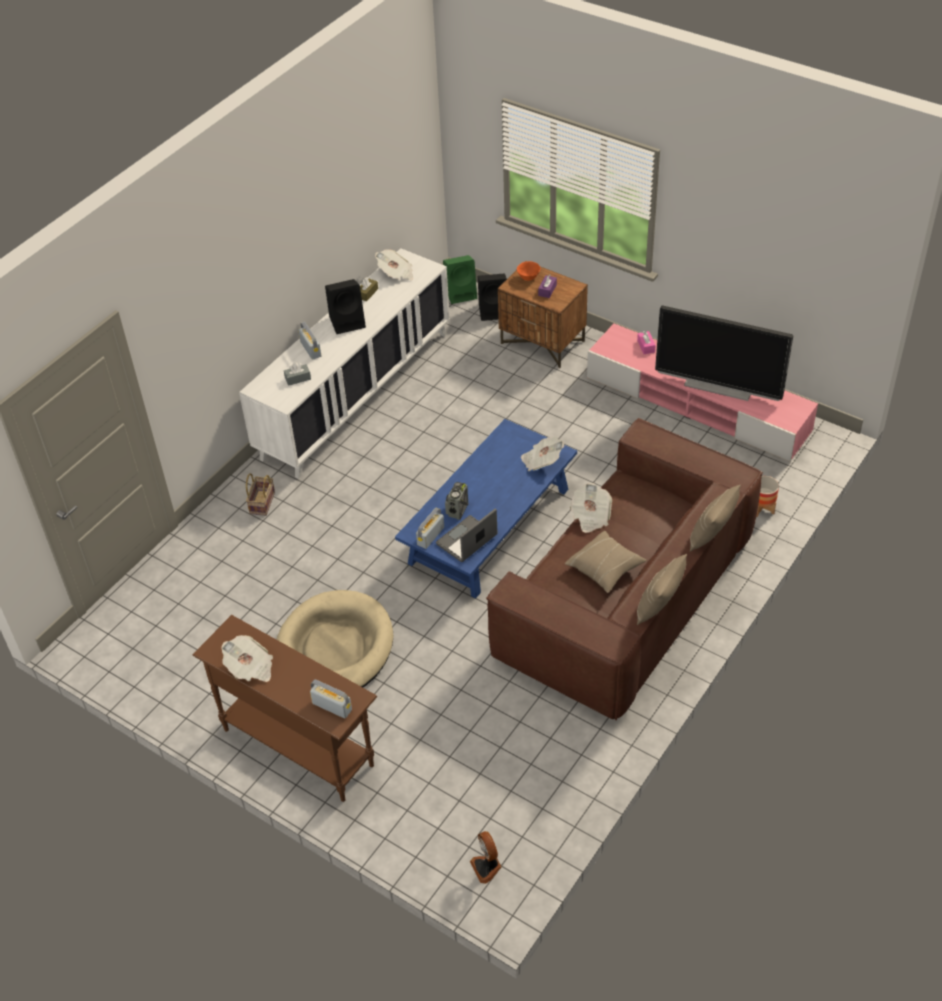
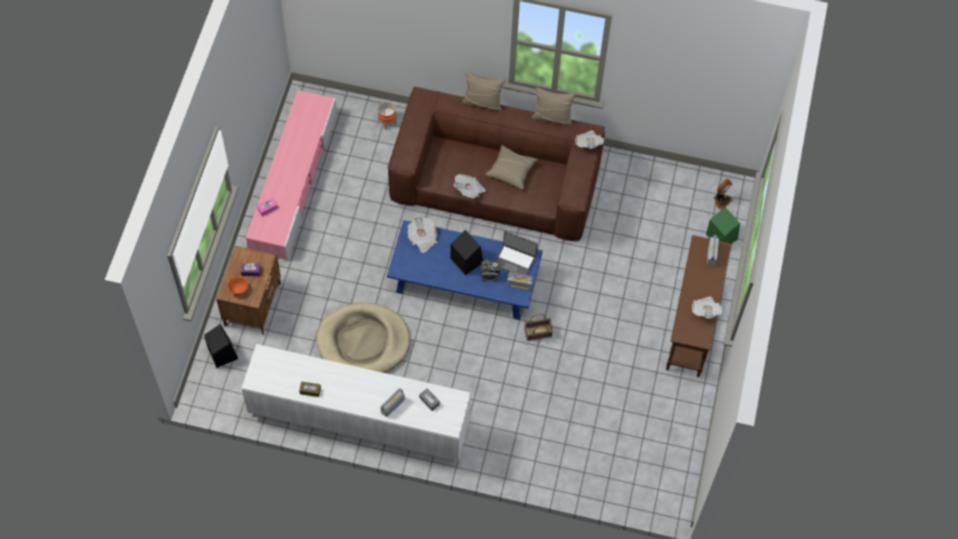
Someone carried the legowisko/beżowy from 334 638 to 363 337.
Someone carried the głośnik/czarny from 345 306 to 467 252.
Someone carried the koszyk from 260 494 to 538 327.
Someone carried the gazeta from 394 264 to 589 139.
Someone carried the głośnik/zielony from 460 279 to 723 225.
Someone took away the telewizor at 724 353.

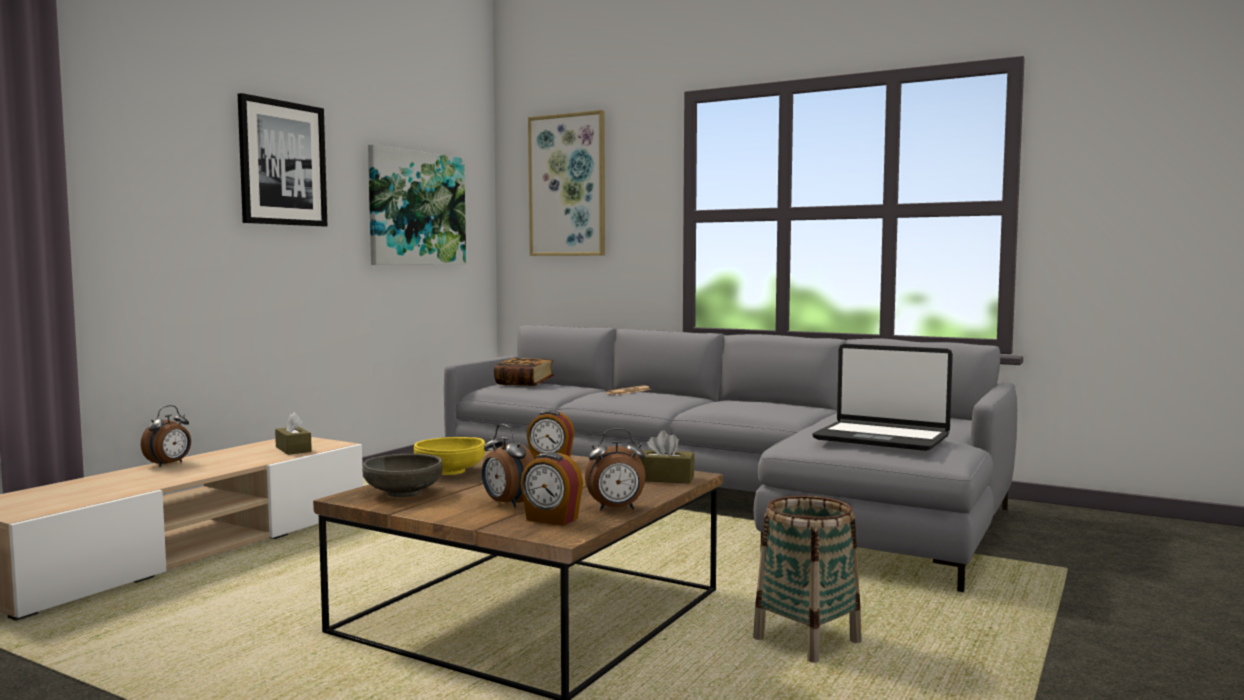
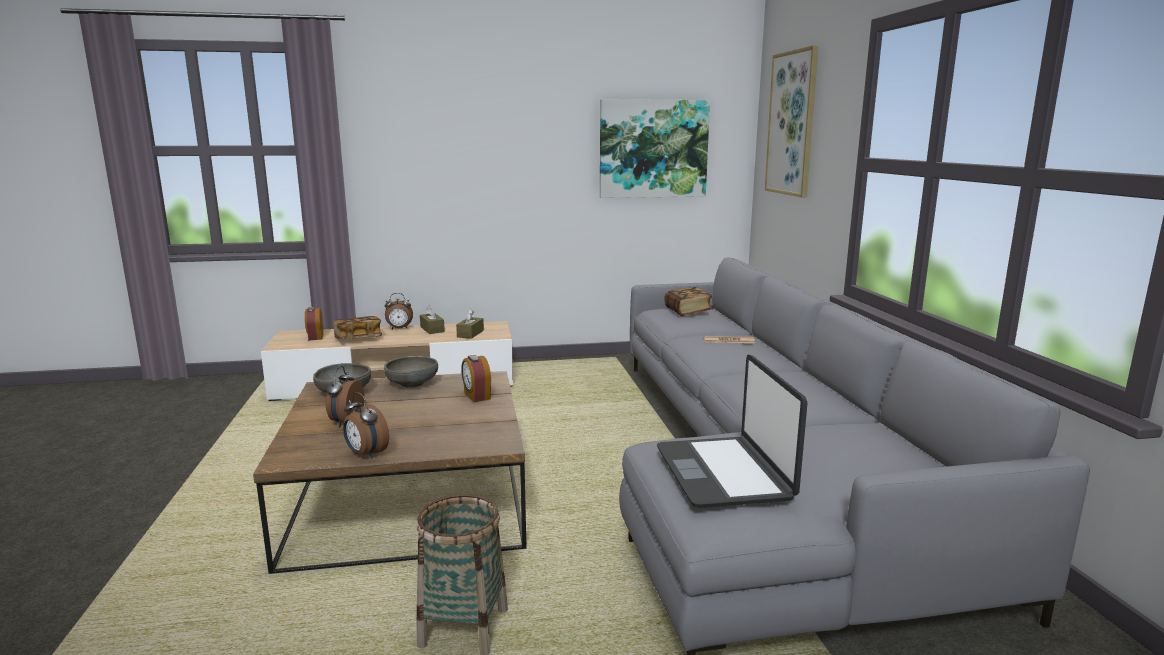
Someone carried the budzik from 552 489 to 314 323.
Someone put down the książka at 357 327.
Someone repainted the miska/żółty at 449 456, which became the miska/szary at 411 371.
Someone carried the pudełko chusteczek/brązowy from 666 457 to 432 319.
Someone took away the obraz at 282 159.

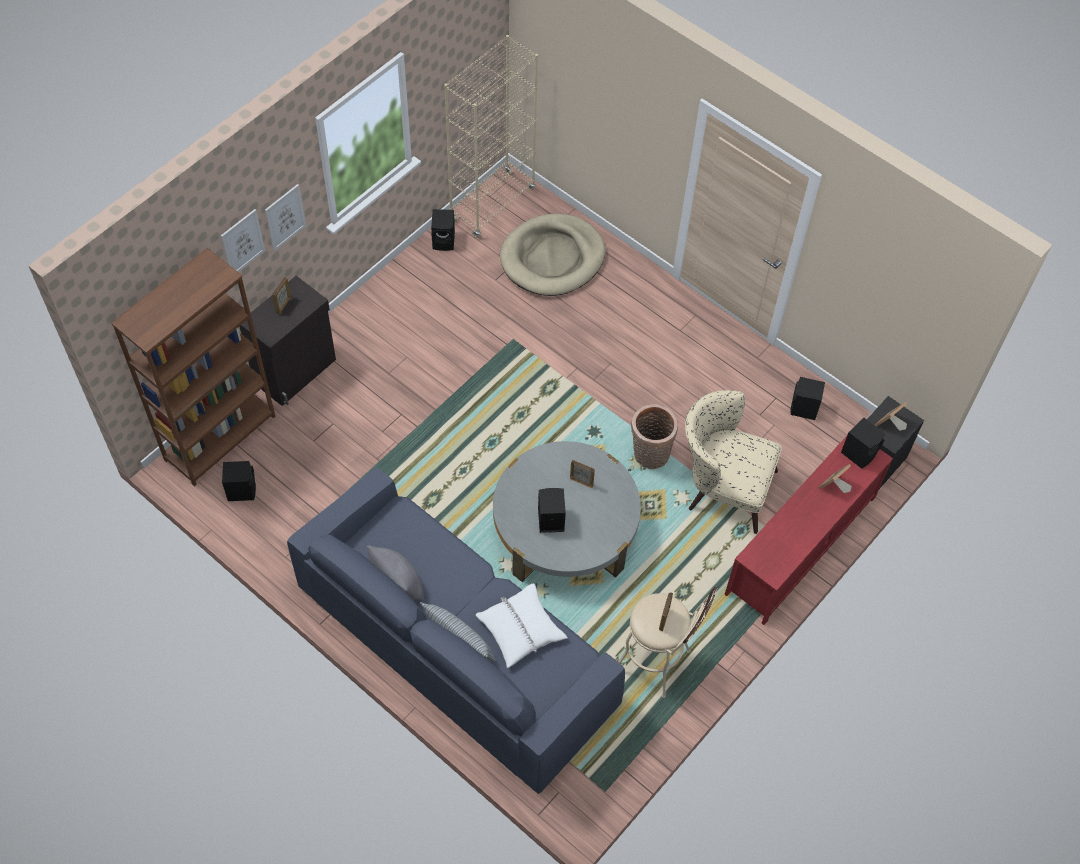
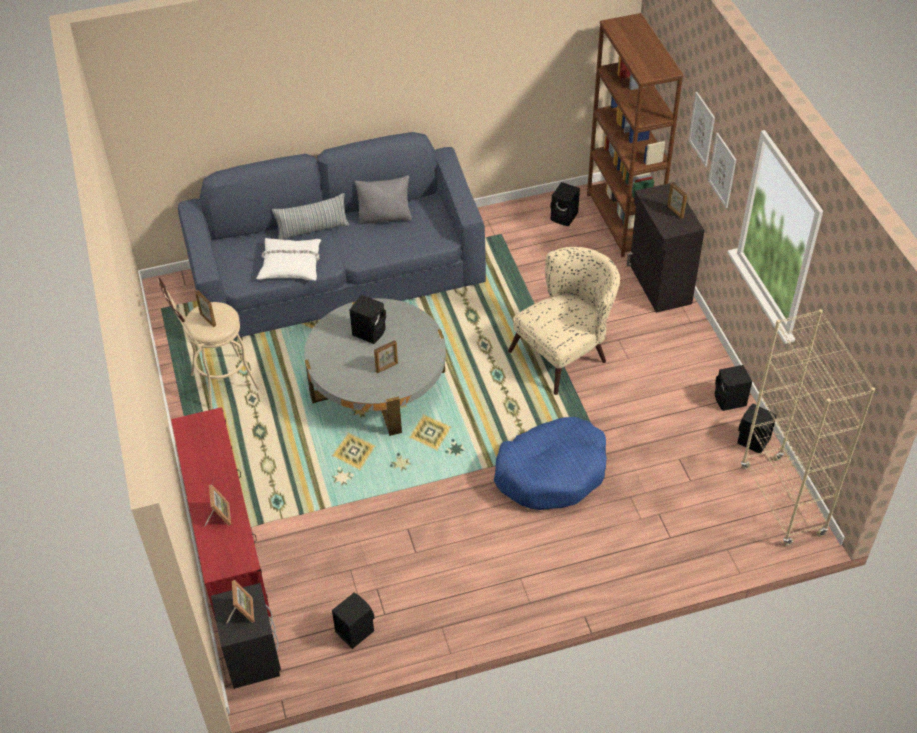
Someone put down the legowisko/niebieski at 550 463.
Someone carried the fotel/beżowy from 733 462 to 564 321.
Someone carried the głośnik/czarny from 863 443 to 733 388.
Someone took away the legowisko/beżowy at 552 255.
Someone took away the koszyk at 654 436.

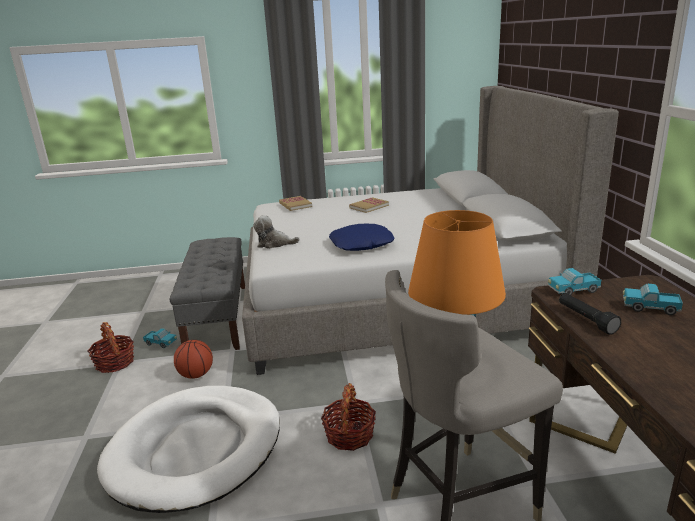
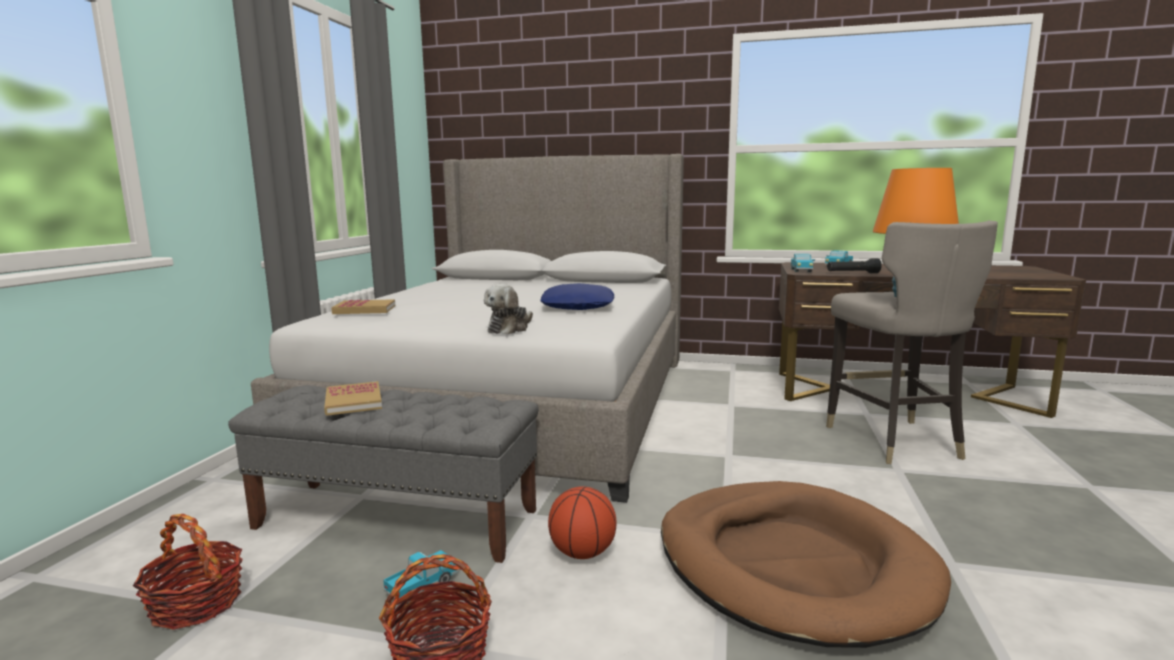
Someone carried the koszyk from 348 417 to 187 572.
Someone carried the książka from 369 205 to 353 398.
Someone repainted the legowisko/biały at 188 449, which became the legowisko/brązowy at 806 564.

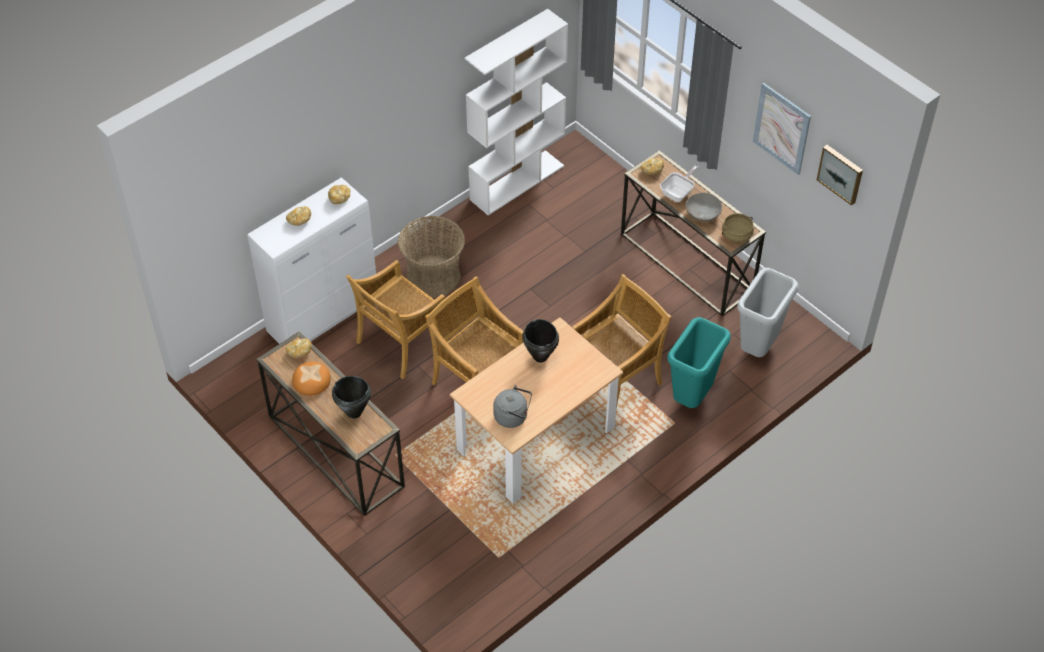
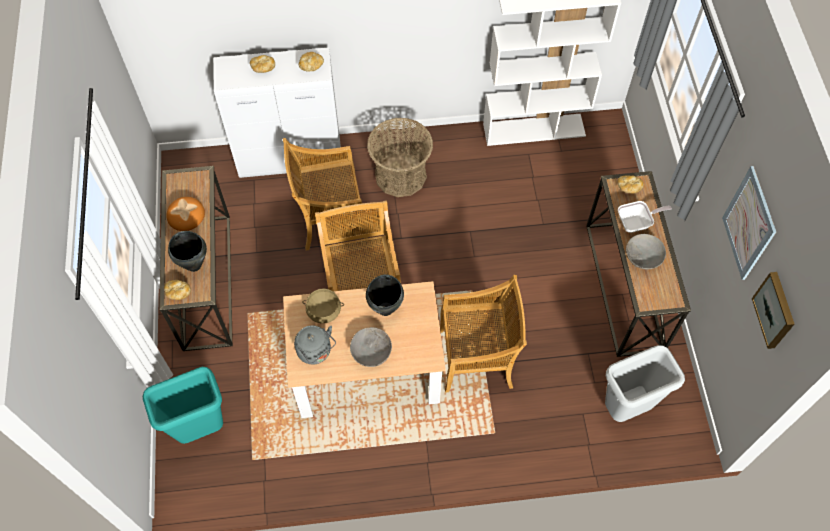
Someone carried the kosz na śmieci/turkusowy from 699 362 to 183 405.
Someone carried the chleb from 299 348 to 177 290.
Someone carried the garnek/beżowy from 738 228 to 323 306.
Someone put down the miska/szary at 371 347.

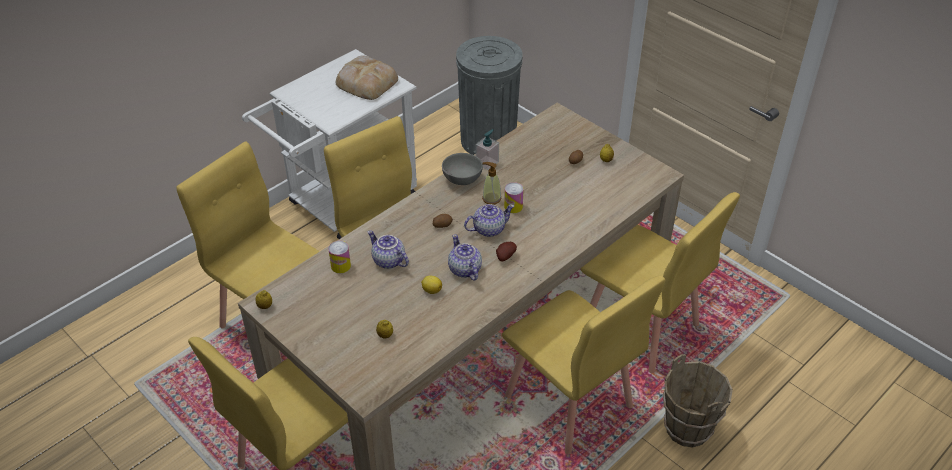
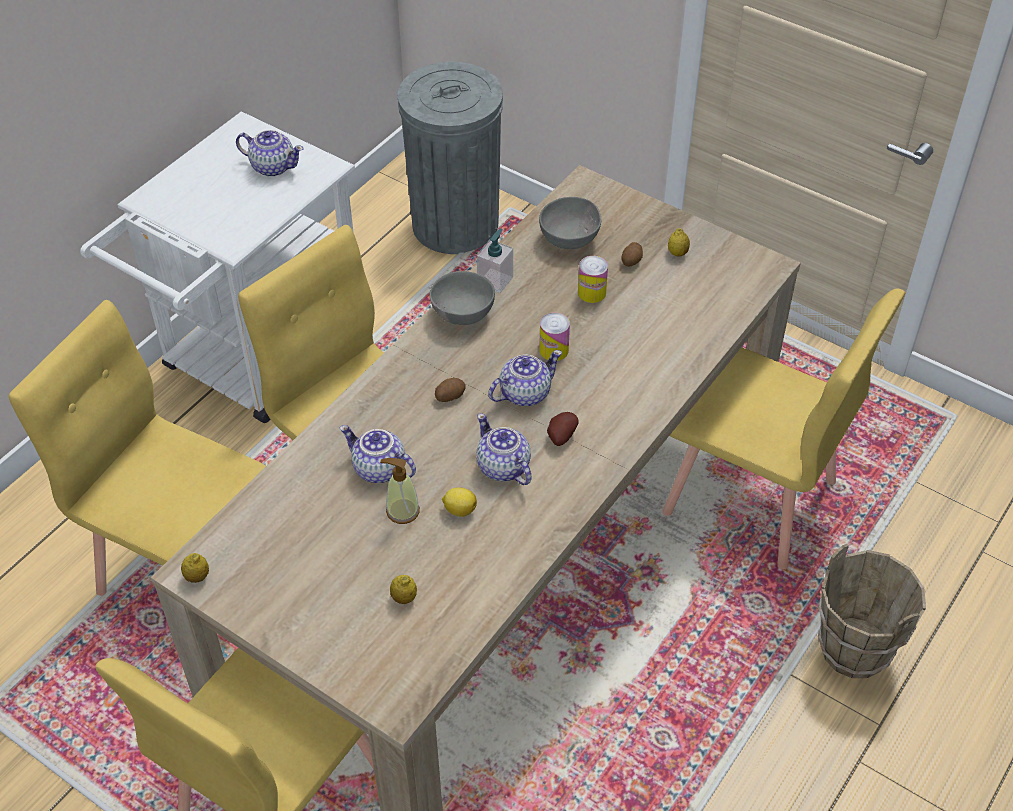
Someone swapped the chleb at 367 77 for the imbryk at 270 153.
Someone carried the dozownik mydła from 491 183 to 400 491.
Someone put down the miska/szary at 570 223.
Someone carried the puszka from 339 257 to 593 279.
Someone took away the krzesło/żółty at 583 365.

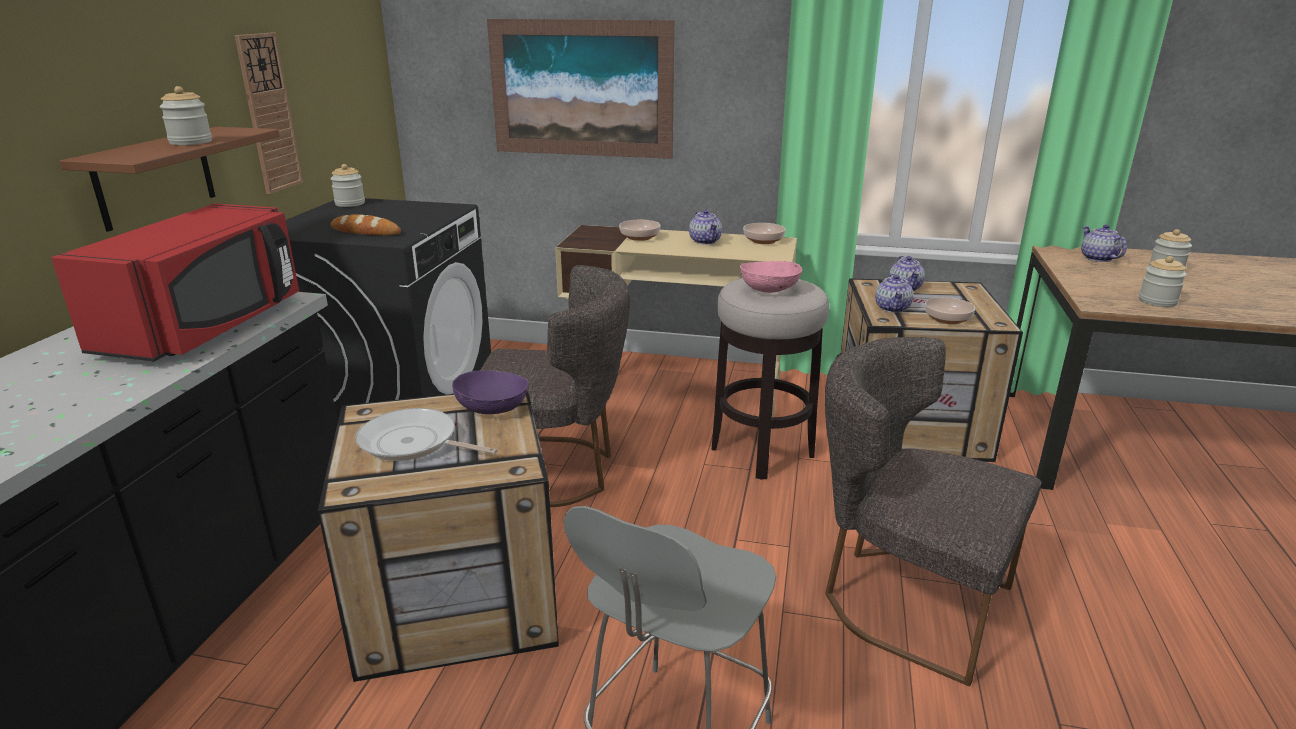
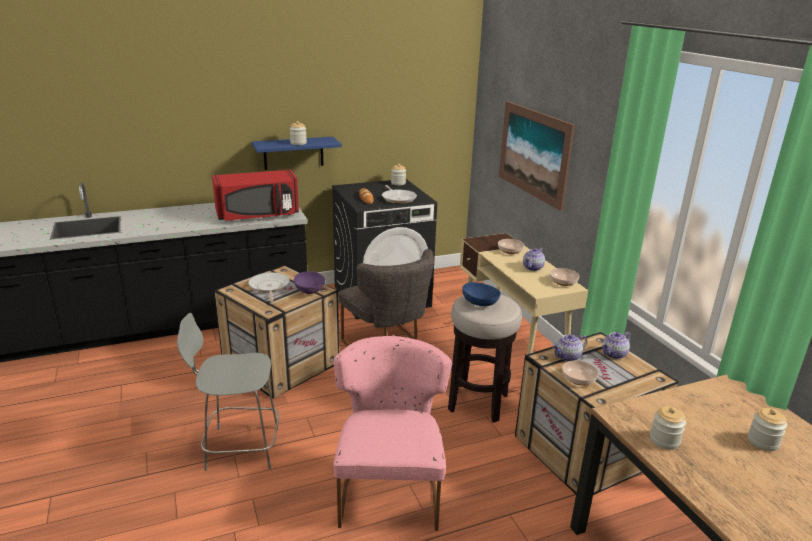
Someone repainted the półka/brązowy at 169 179, which became the półka/niebieski at 297 153.
Someone repainted the krzesło/szary at 933 511, which became the krzesło/różowy at 392 433.
Someone put down the patelnia at 399 194.
Someone repainted the miska/różowy at 771 277, which became the miska/niebieski at 481 294.
Someone took away the zegar ścienny at 269 113.
Someone took away the imbryk at 1104 243.

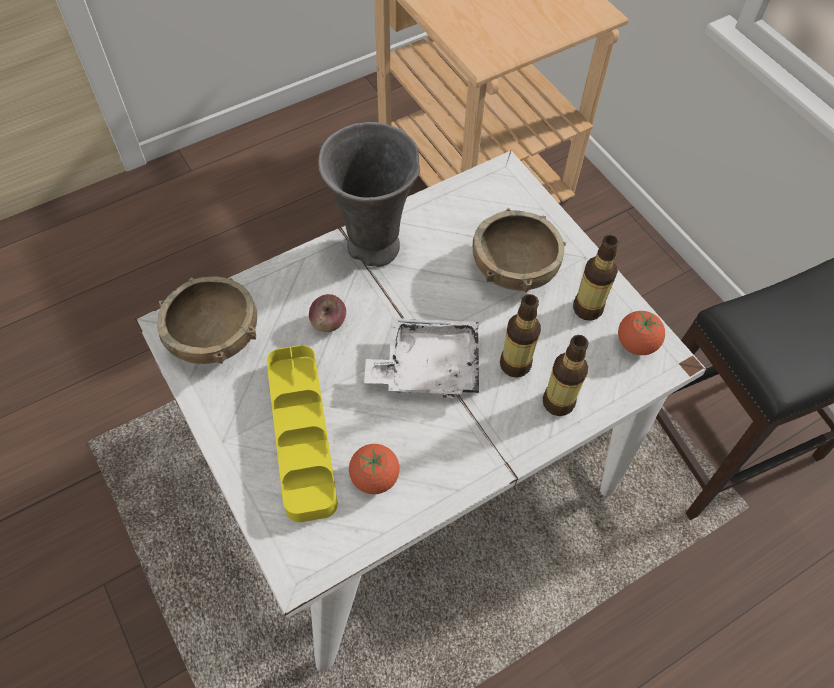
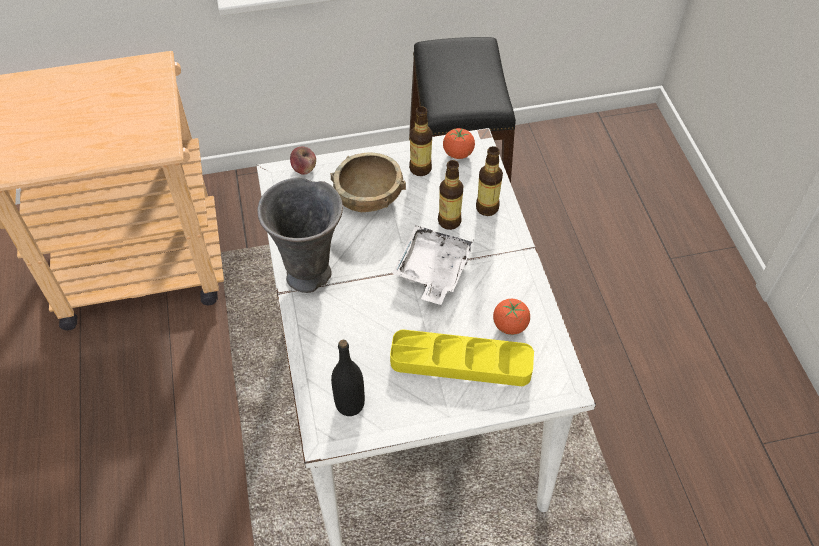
Someone carried the jabłko from 327 313 to 303 161.
Someone swapped the miska/brązowy at 207 320 for the butelka/czarny at 348 378.

